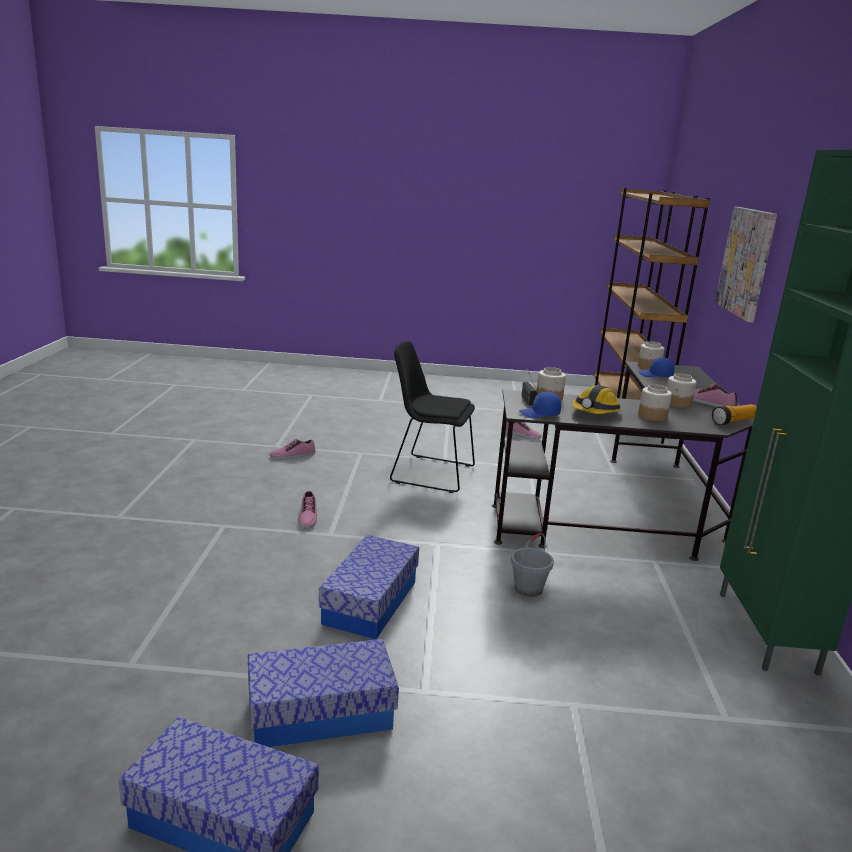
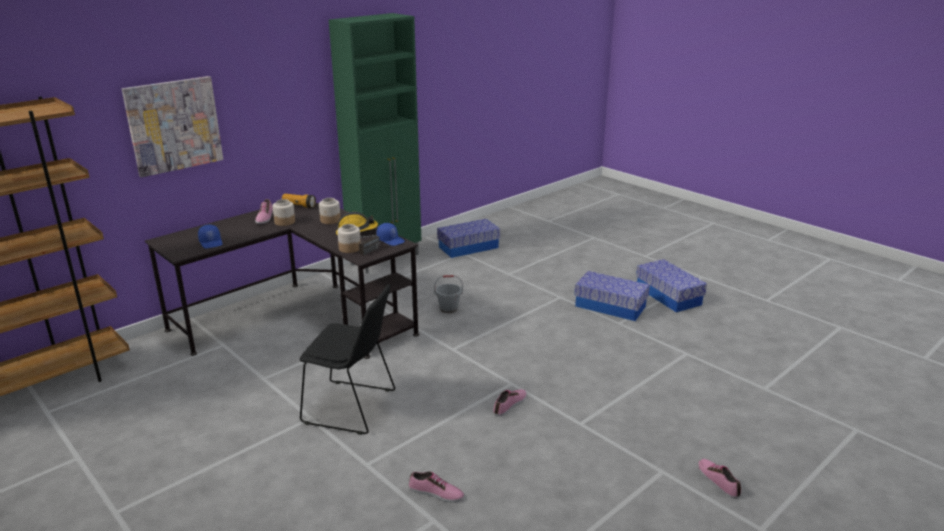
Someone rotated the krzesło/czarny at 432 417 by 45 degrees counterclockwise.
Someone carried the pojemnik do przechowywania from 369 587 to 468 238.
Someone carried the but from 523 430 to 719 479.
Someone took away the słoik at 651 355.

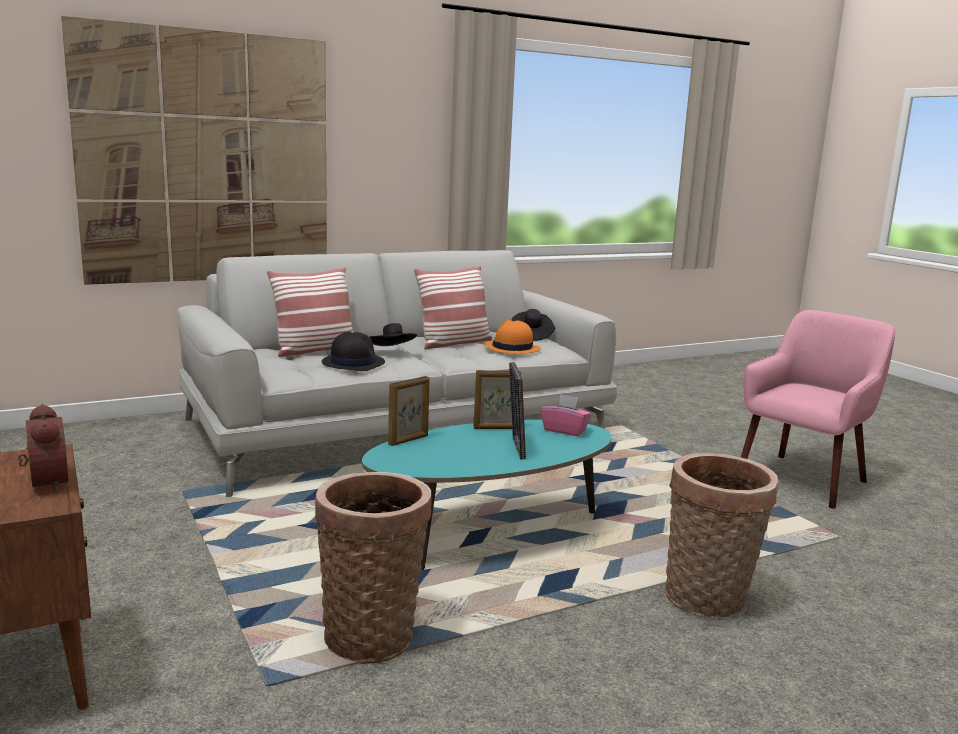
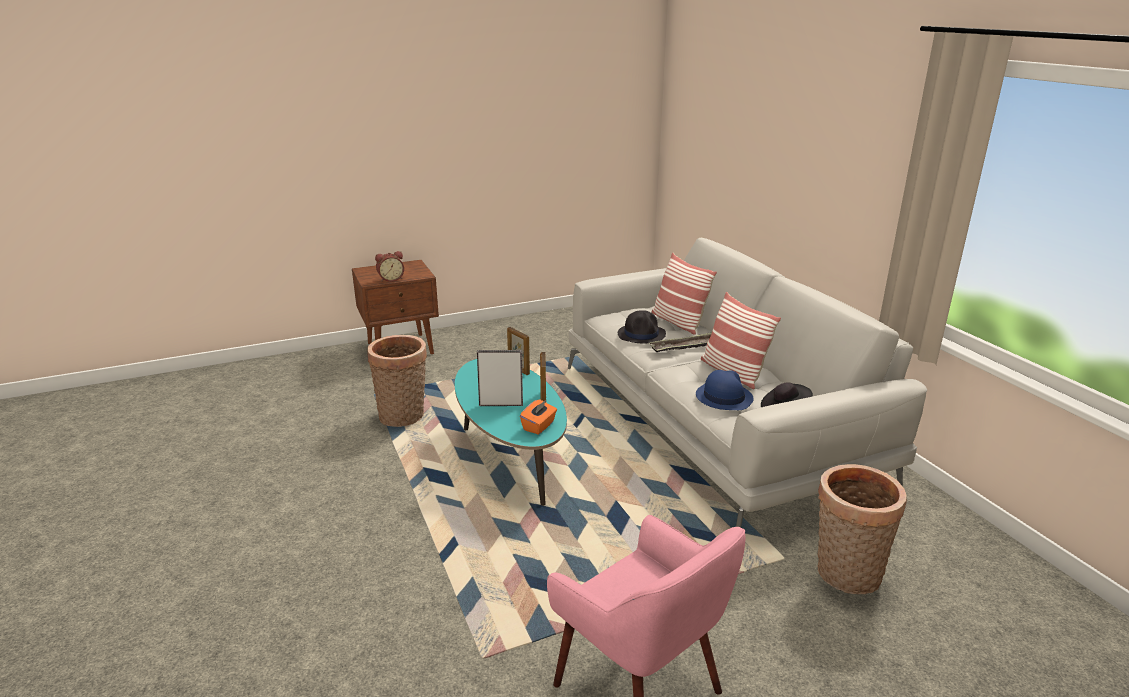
Someone repainted the pudełko chusteczek/różowy at 566 415, which became the pudełko chusteczek/pomarańczowy at 538 417.
Someone swapped the kapelusz/czarny at 393 334 for the taca at 680 342.
Someone repainted the kapelusz/pomarańczowy at 512 337, which became the kapelusz/niebieski at 725 390.
Someone carried the koszyk from 722 535 to 862 529.
Someone took away the obraz at 194 150.

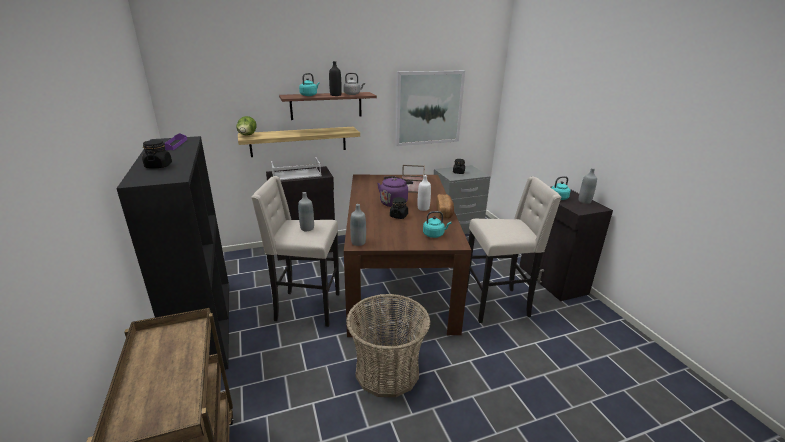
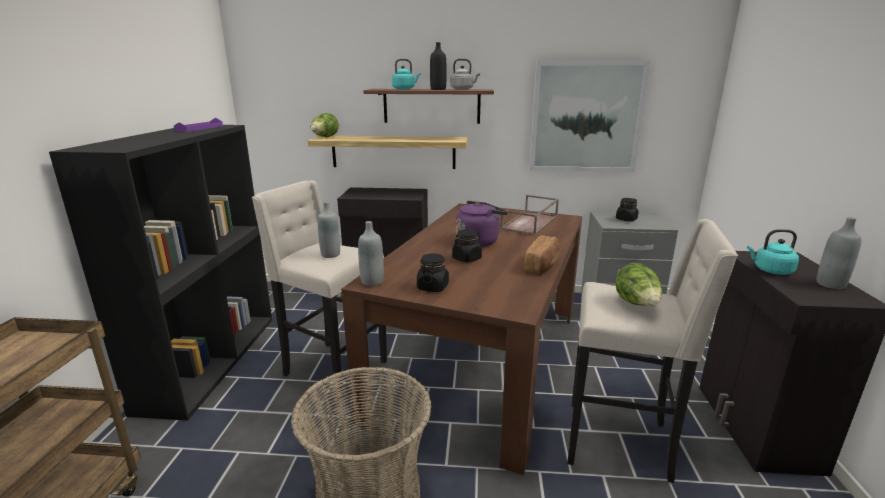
Someone carried the słoik/czarny from 157 154 to 433 272.
Someone put down the sałata at 638 284.
Someone took away the taca/biały at 296 168.
Someone took away the butelka/biały at 424 193.
Someone took away the czajnik/turkusowy at 437 224.

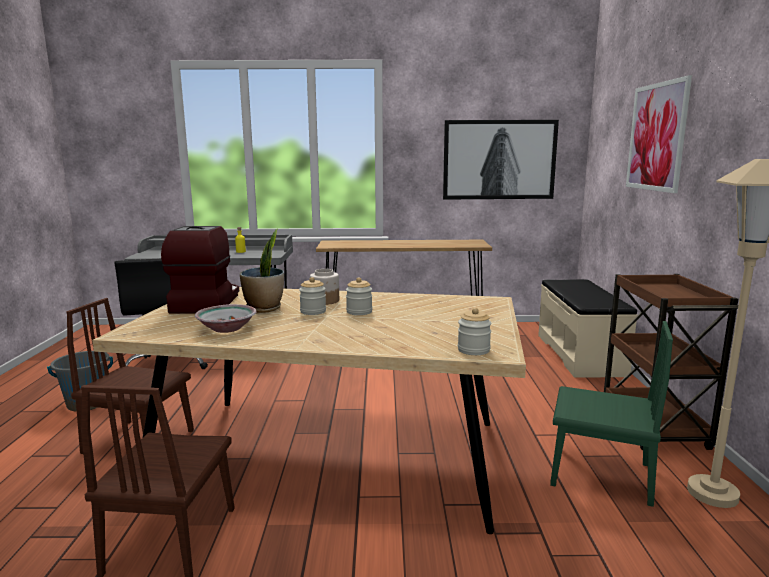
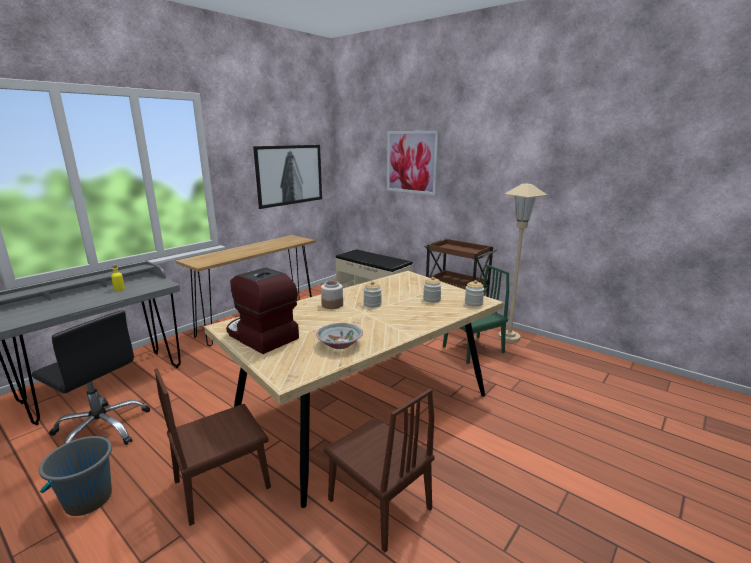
Someone carried the słoik from 312 296 to 432 289.
Someone took away the roślina doniczkowa at 262 271.

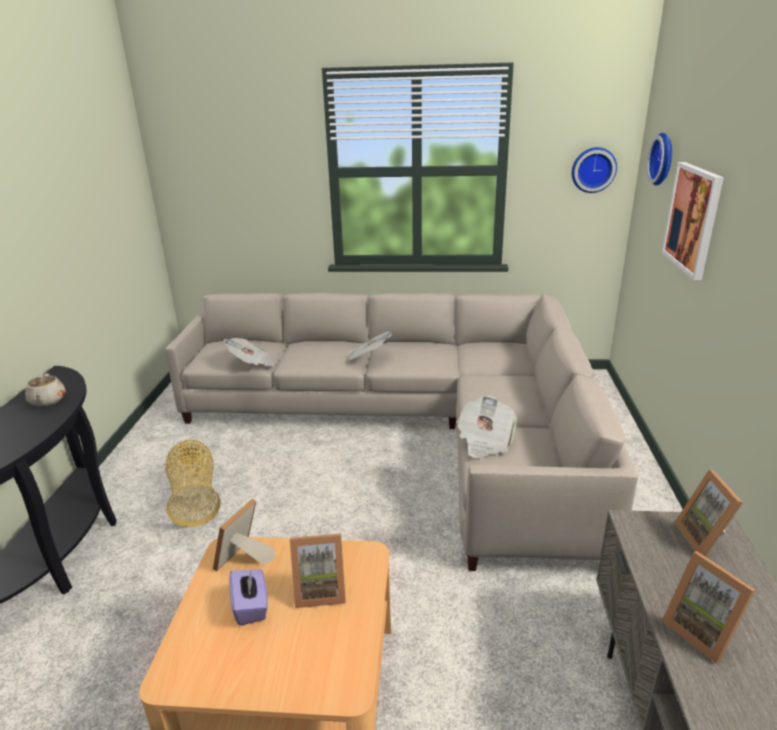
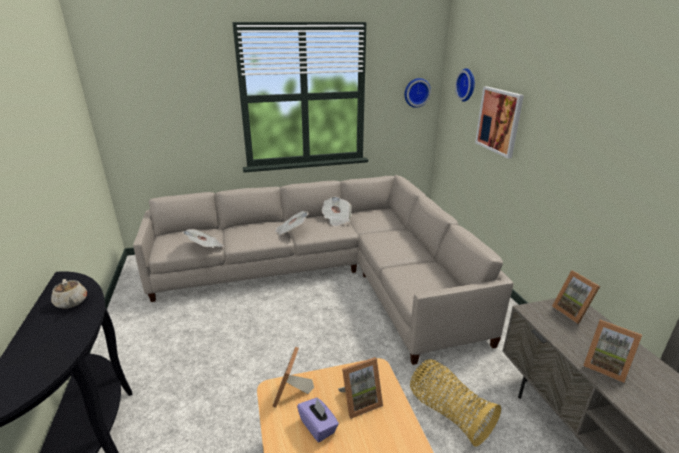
Someone carried the gazeta from 487 427 to 336 211.
Someone carried the koszyk from 192 483 to 455 403.

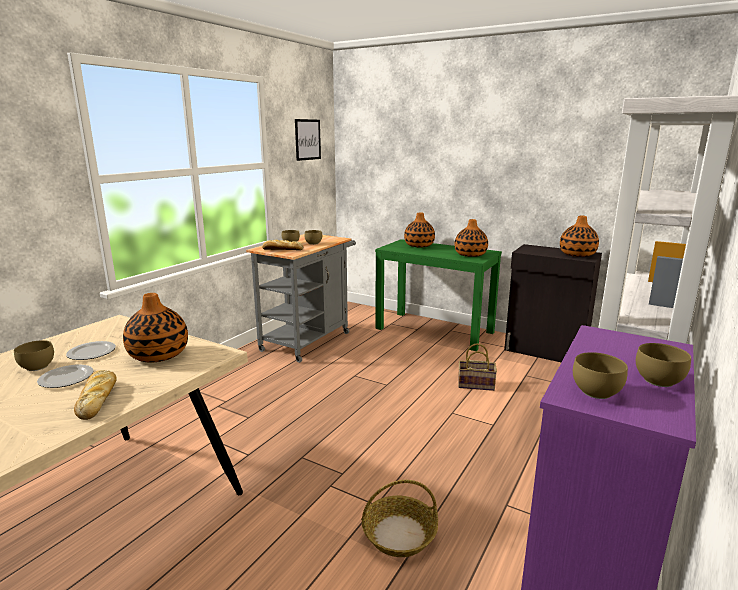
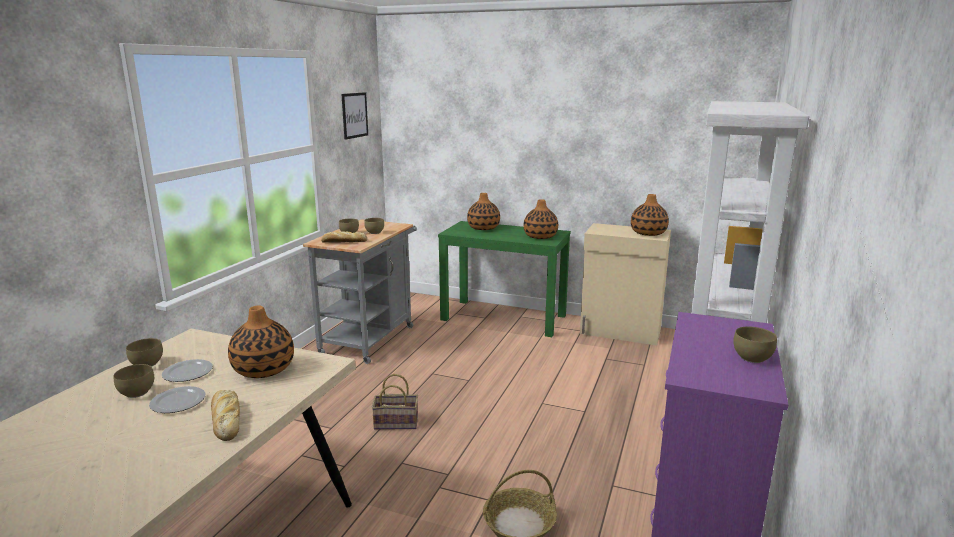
Someone carried the miska/brązowy from 600 375 to 144 352.
Someone carried the koszyk from 477 367 to 395 402.
Someone repainted the szafka/czarny at 553 303, which became the szafka/beżowy at 625 284.

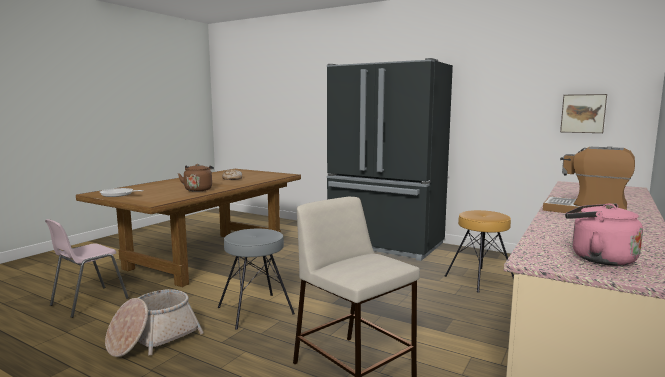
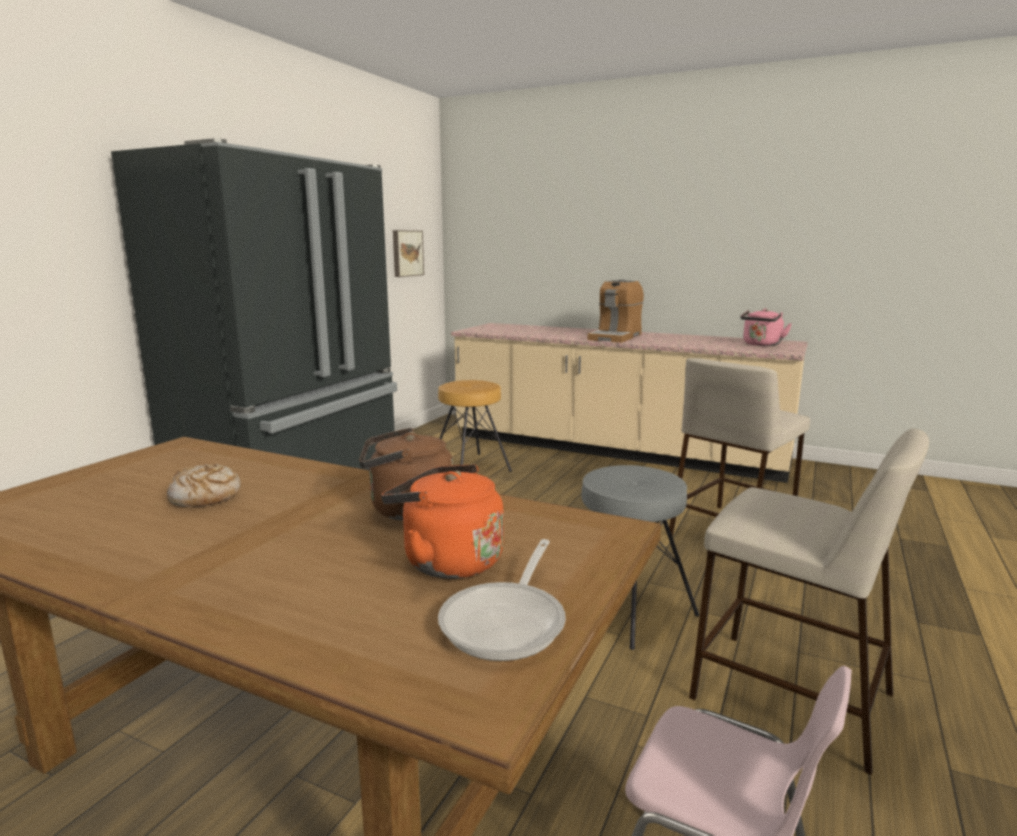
Someone put down the czajnik/pomarańczowy at 442 521.
Someone swapped the koszyk at 154 323 for the stołek/beżowy at 809 601.

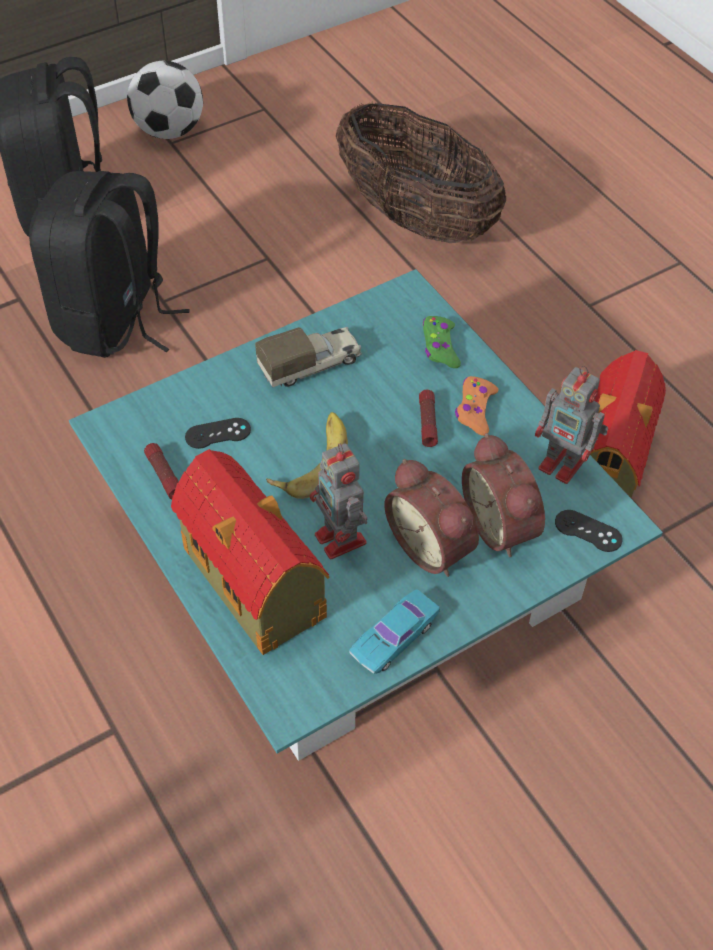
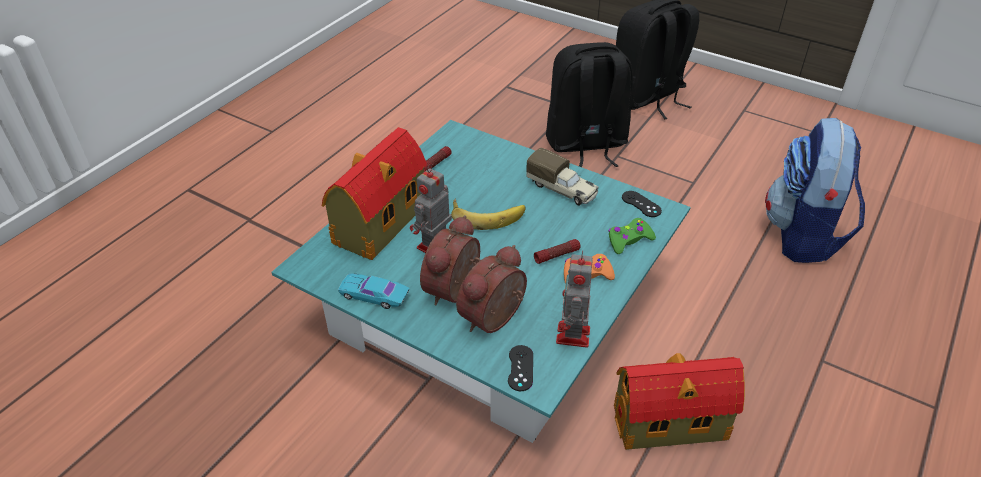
Someone carried the pad do gier/czarny from 218 433 to 642 204.
Someone swapped the koszyk at 421 172 for the plecak at 815 190.
Someone took away the piłka futbolowa at 165 100.

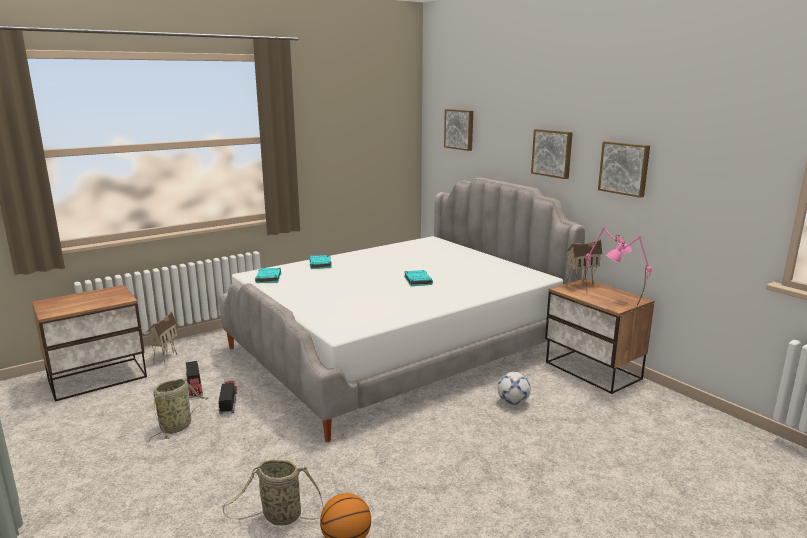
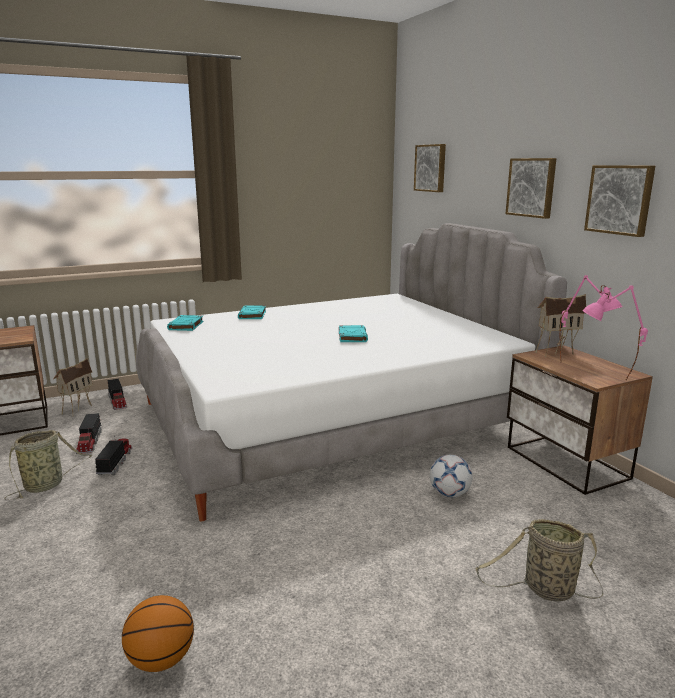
Someone put down the ciężarówka zabawkowa at 117 394.
Someone carried the koszyk from 272 492 to 539 560.

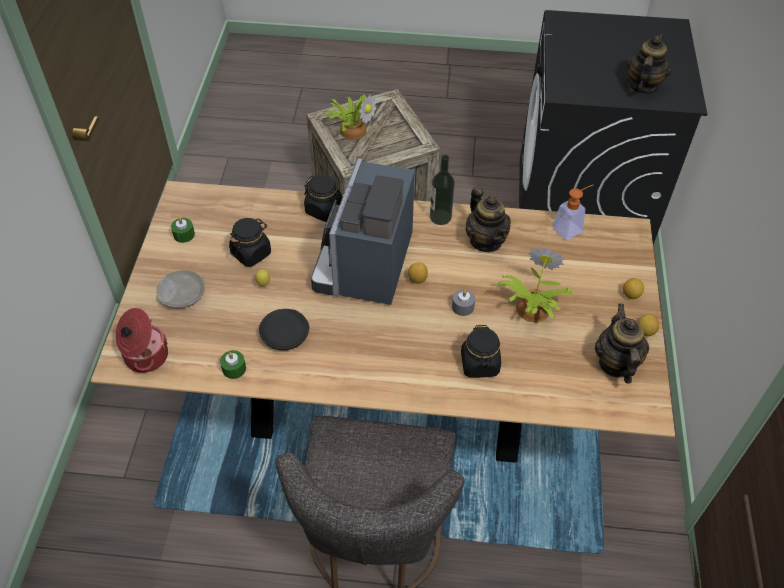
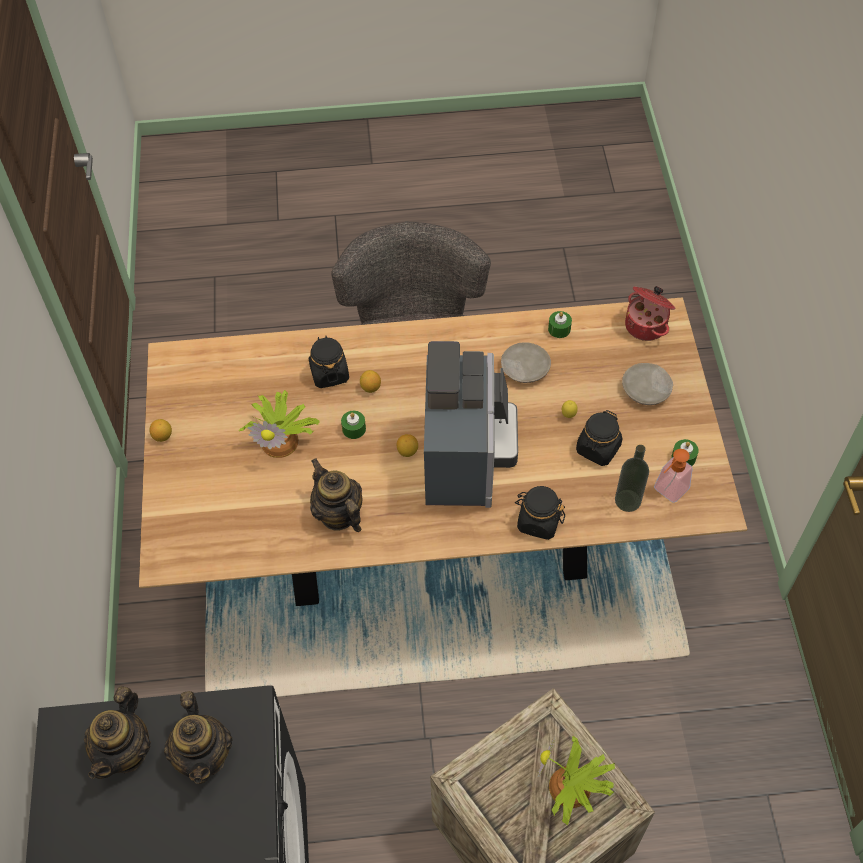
Someone carried the imbryk from 622 344 to 198 737.
Someone repainted the świeca/szary at 463 302, which became the świeca/zielony at 353 425.
Someone carried the cytryna from 633 288 to 370 381.
Someone repainted the talerz/czarny at 284 329, which became the talerz/beżowy at 526 362.
Someone carried the butelka from 442 190 to 632 478.
Someone carried the dozownik mydła from 573 212 to 673 476.

